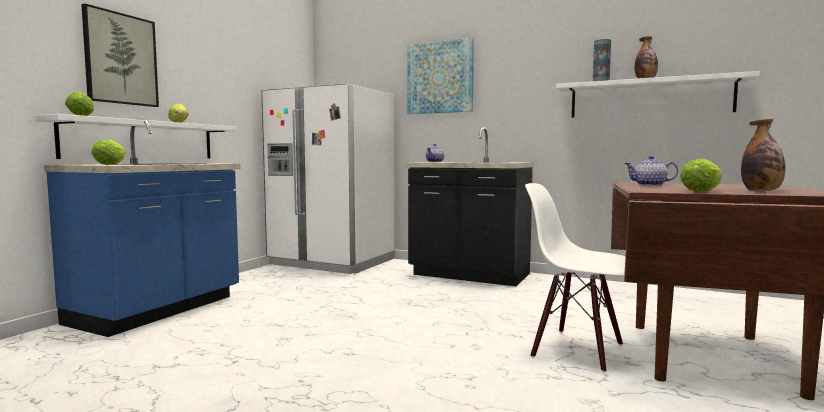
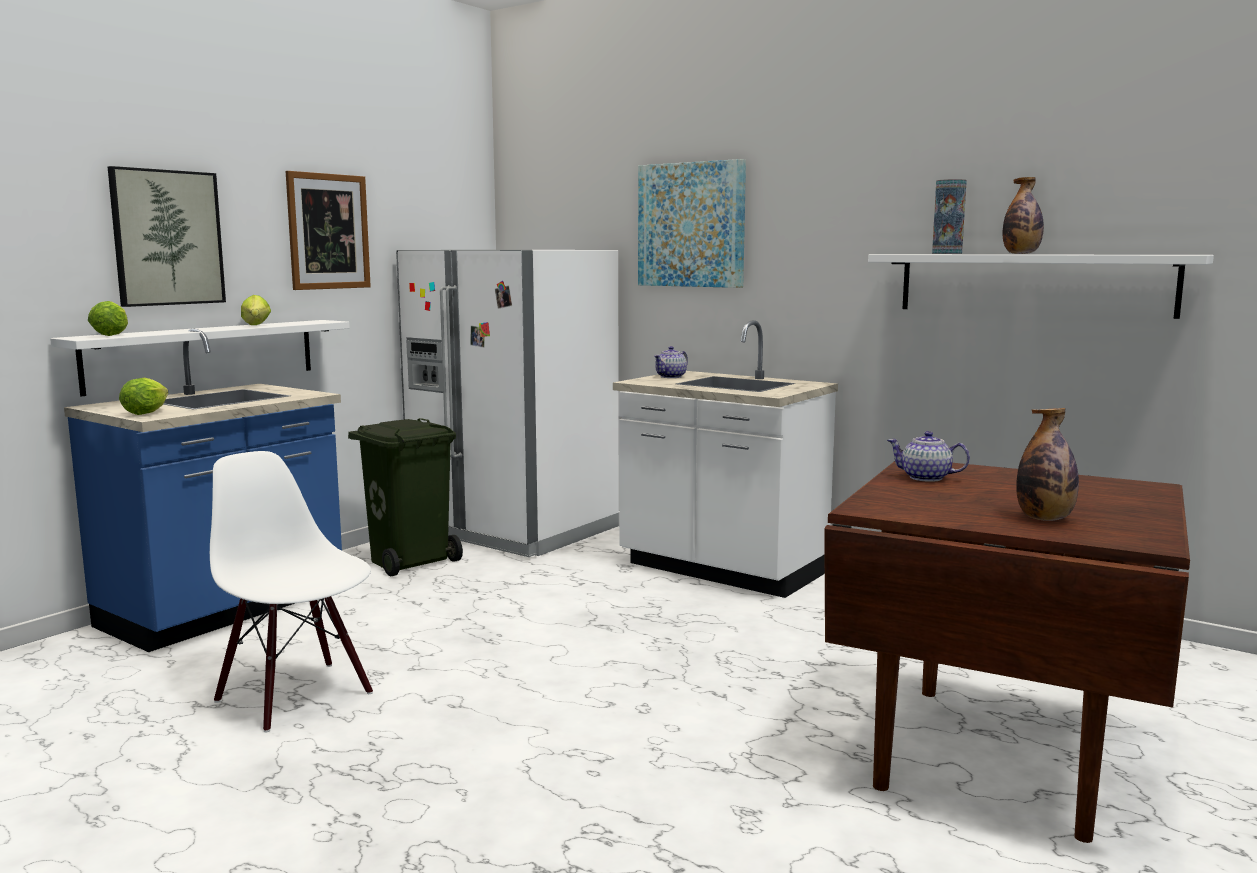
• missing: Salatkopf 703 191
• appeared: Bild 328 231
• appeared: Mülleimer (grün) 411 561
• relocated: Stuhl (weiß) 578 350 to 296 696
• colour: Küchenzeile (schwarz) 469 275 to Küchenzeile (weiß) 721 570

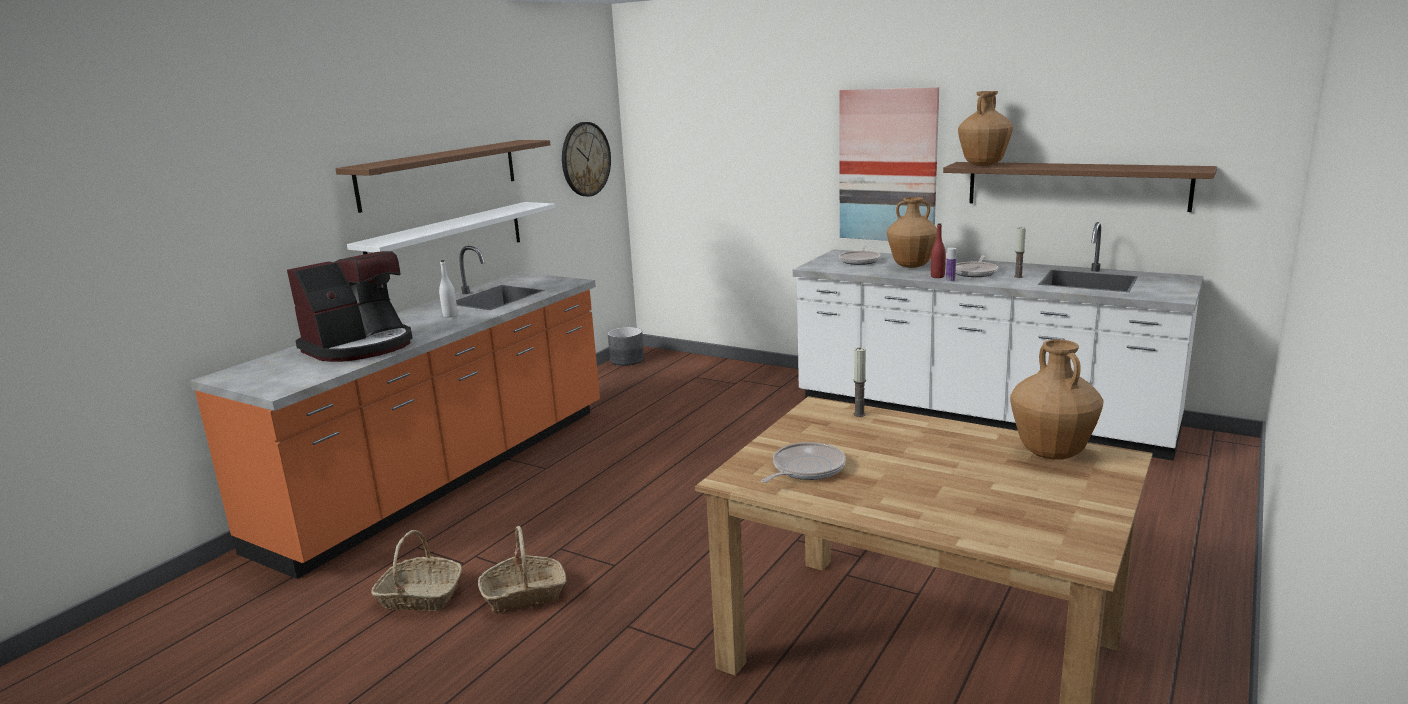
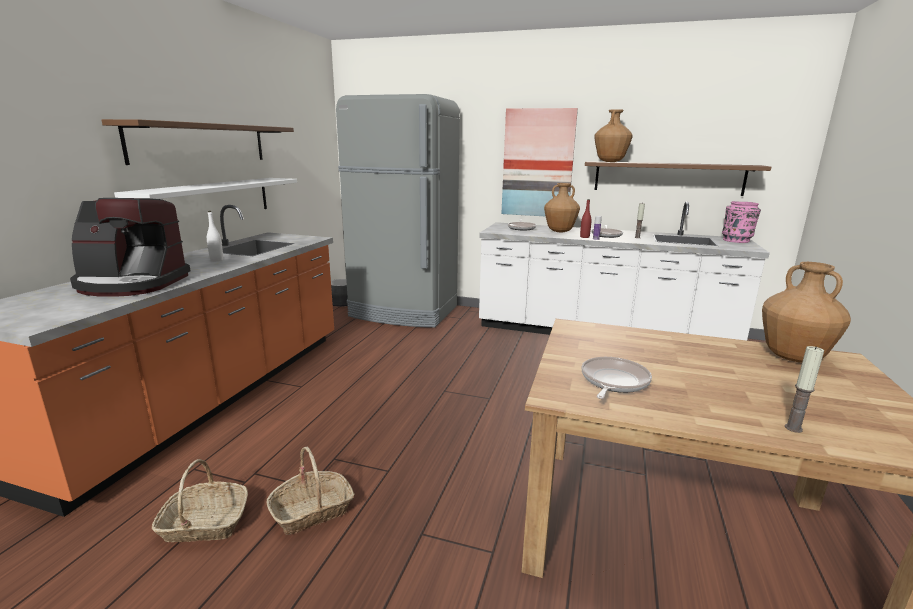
• missing: Wanduhr 585 159
• appeared: Kühlschrank (grau) 404 312
• appeared: Vase (rosa) 736 240
• relocated: Kerze 859 414 to 793 428
• spun: Kaffeemaschine 360 346 = 131 284 60 degrees clockwise

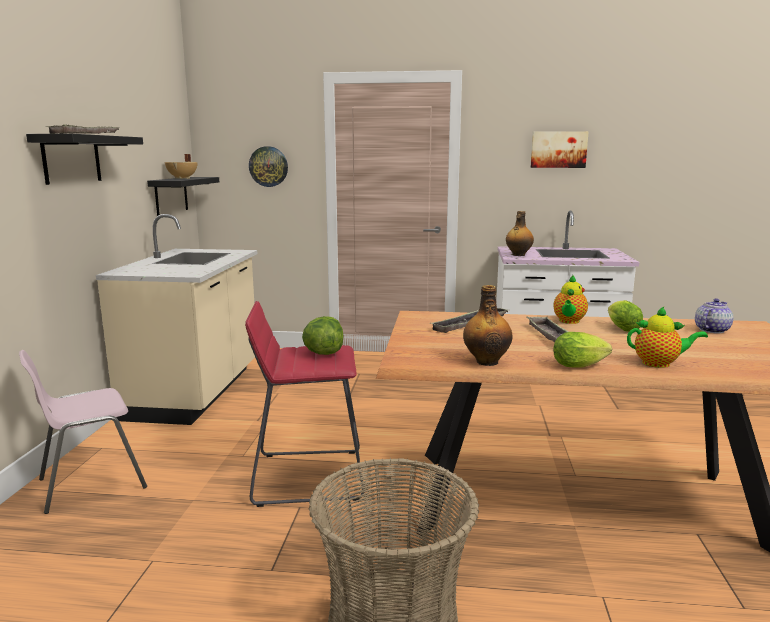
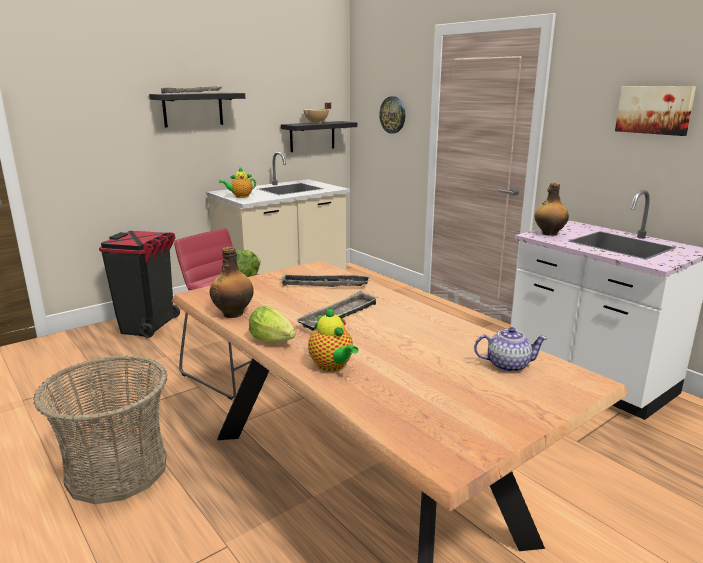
• missing: Salatkopf 620 328
• relocated: Teekanne 568 321 to 240 197
• exchanged: Stuhl (rosa) 90 483 to Mülleimer (schwarz) 149 326

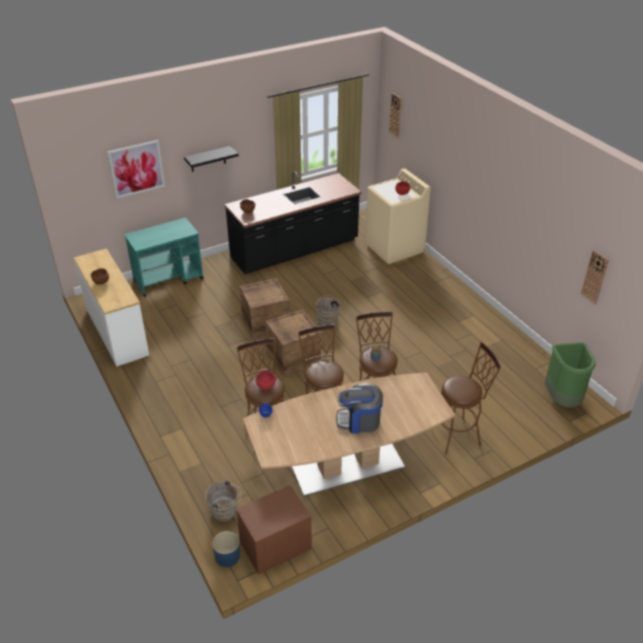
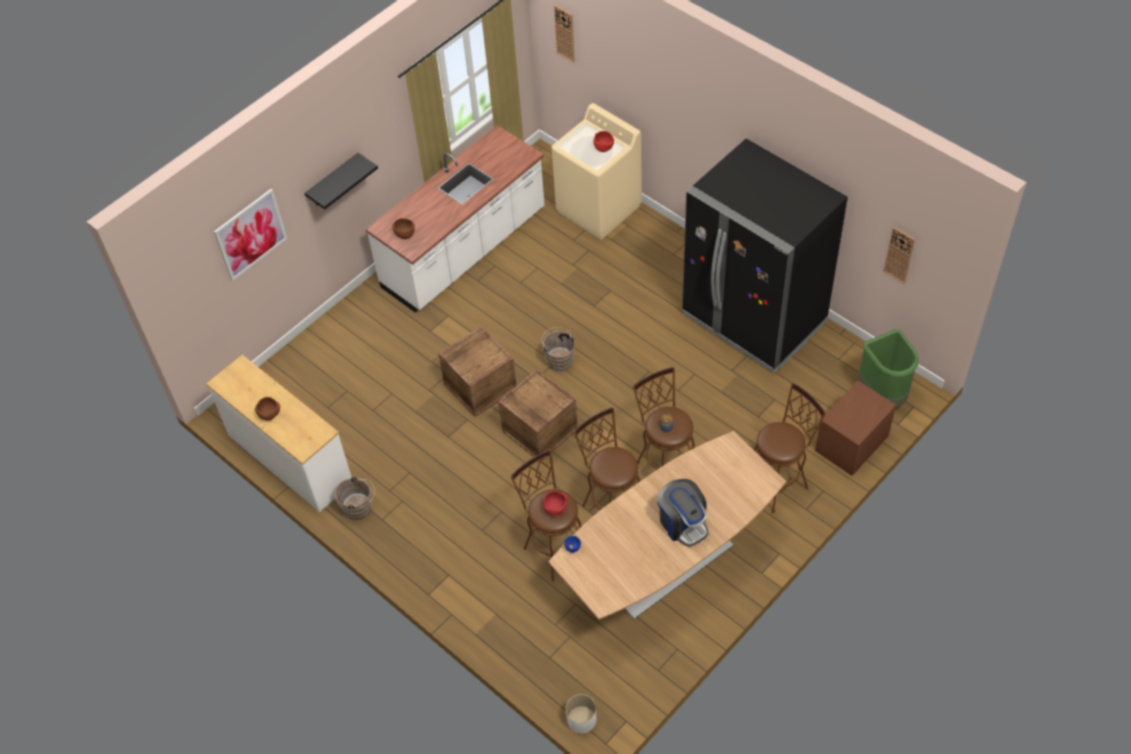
• missing: Rollwagen (türkis) 169 279
• appeared: Kühlschrank (schwarz) 753 319
• relocated: Eimer (braun) 225 512 to 360 508
• relocated: Nachttisch (braun) 275 545 to 851 443
• colour: Pflanzkübel (blau) 227 556 to Pflanzkübel (weiß) 581 719
• colour: Küchenzeile (schwarz) 295 250 to Küchenzeile (weiß) 465 250
• spun: Kaffeemaschine 359 421 = 683 523 105 degrees counterclockwise

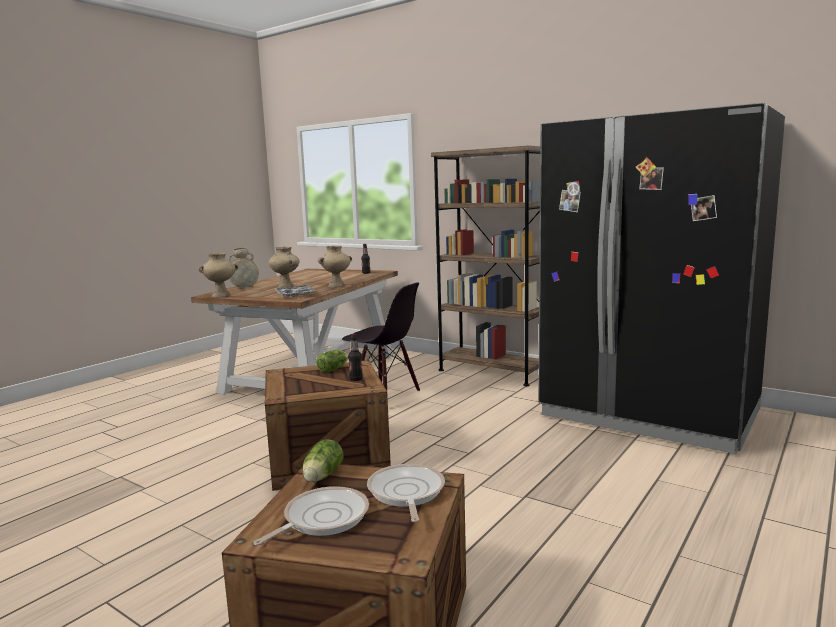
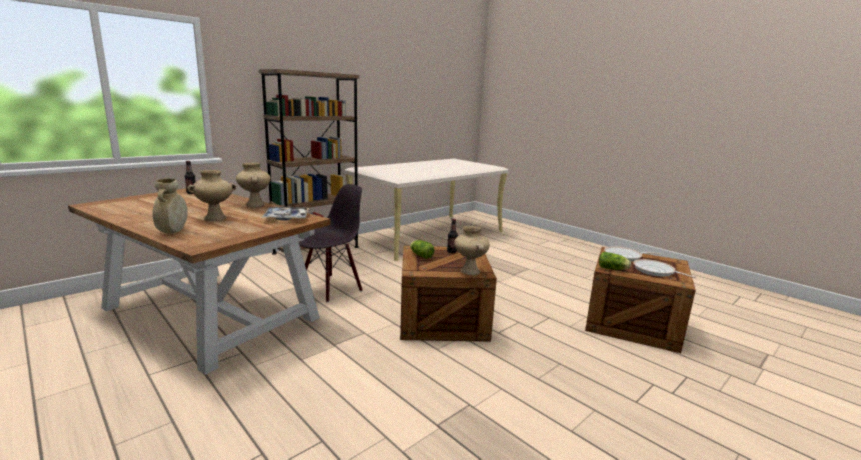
• relocated: Vase (beige) 221 295 to 469 271
• exchanged: Kühlschrank (schwarz) 649 413 to Schreibtisch (beige) 428 234

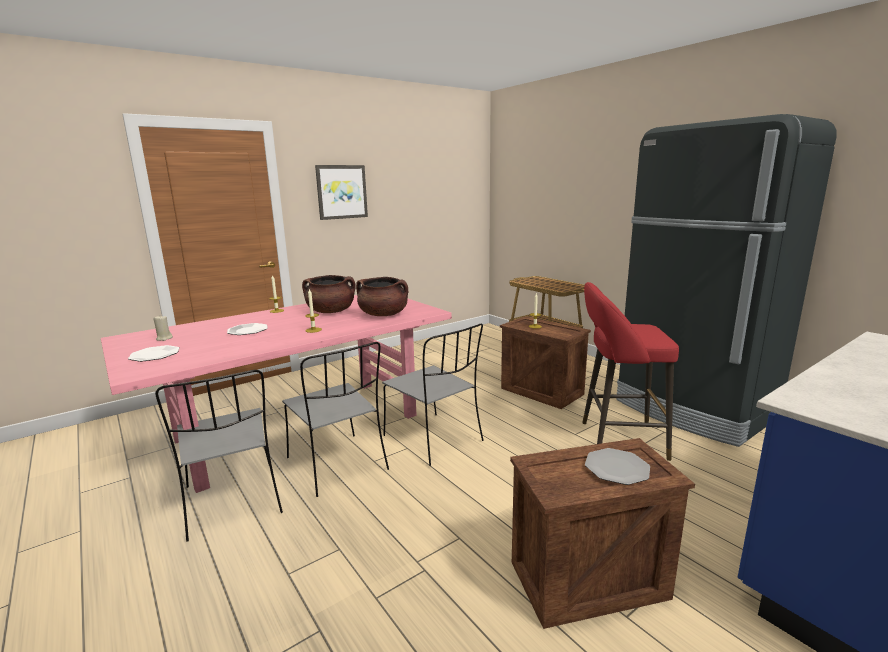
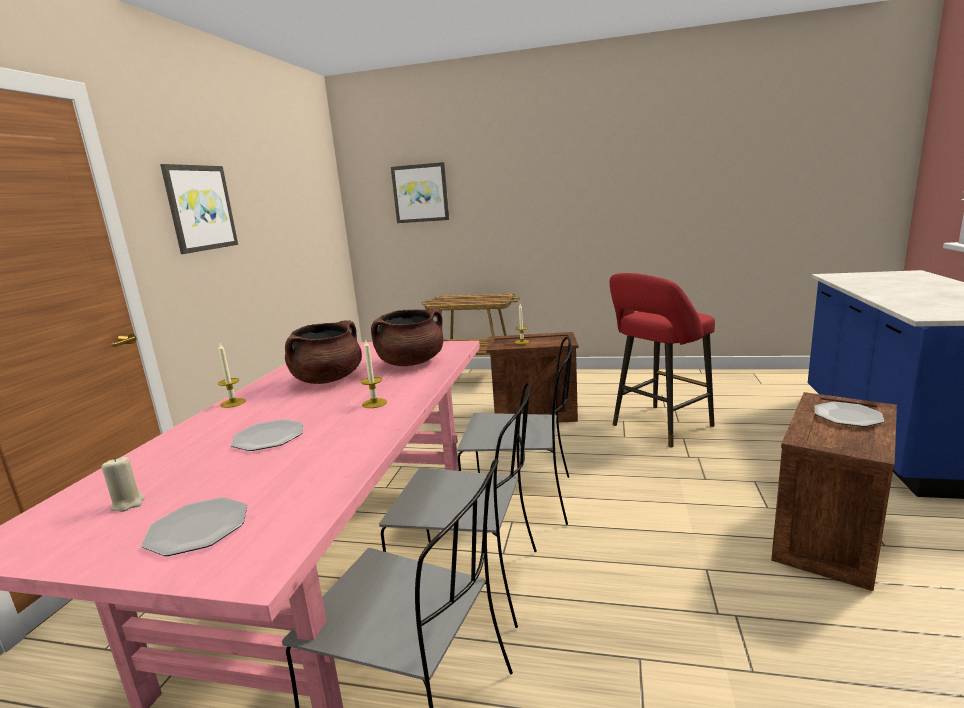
• missing: Kühlschrank (schwarz) 694 409
• appeared: Bild 420 193

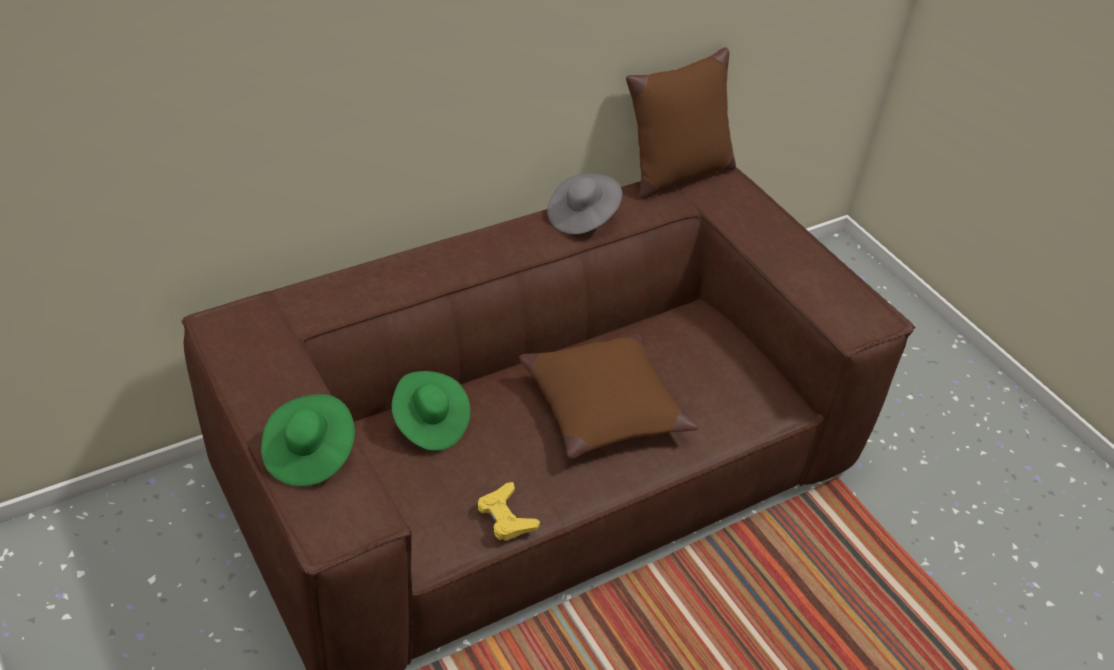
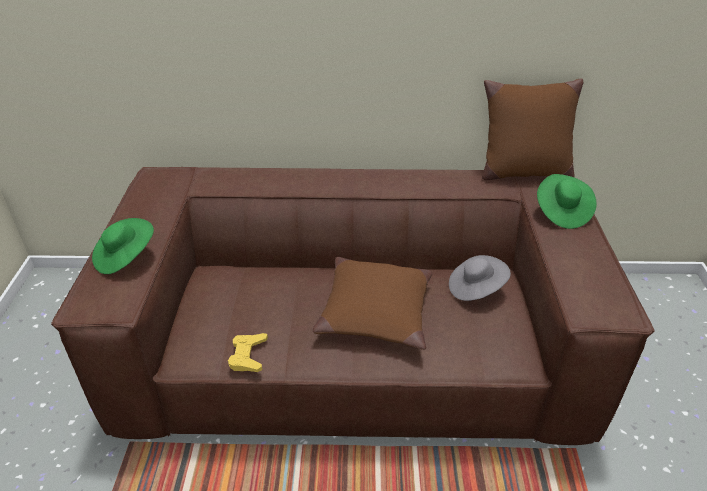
• relocated: Hut (grün) 430 423 to 561 212
• relocated: Hut (grau) 582 217 to 475 289

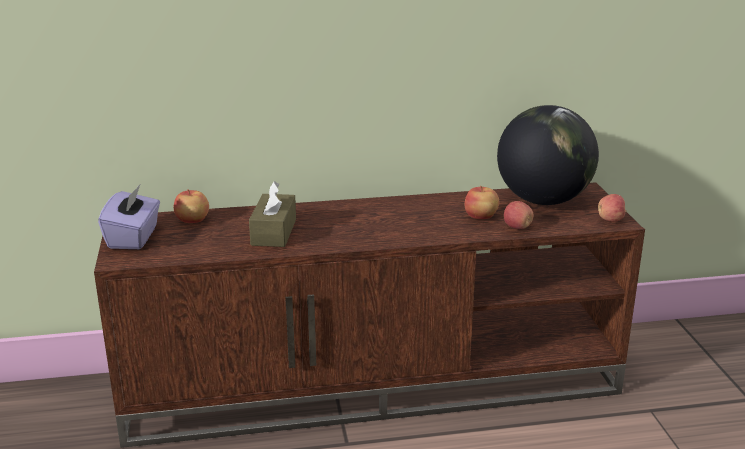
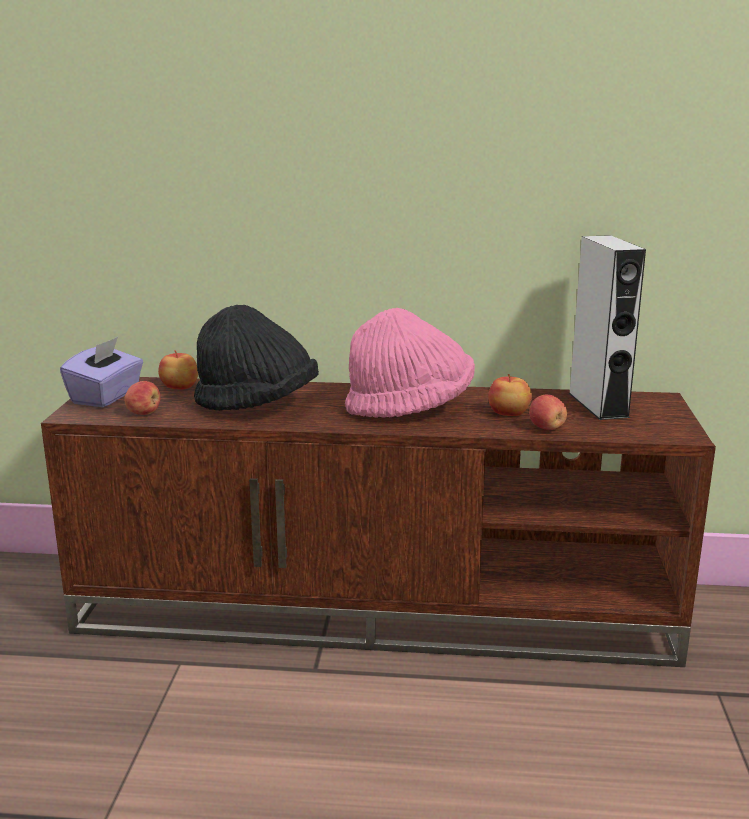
• appeared: Hut (rosa) 409 408
• relocated: Apfel 611 220 to 144 413
• exchanged: Taschentuchbox (braun) 274 232 to Hut (schwarz) 257 406
• exchanged: Globus 543 200 to Lautsprecher (grau) 598 405

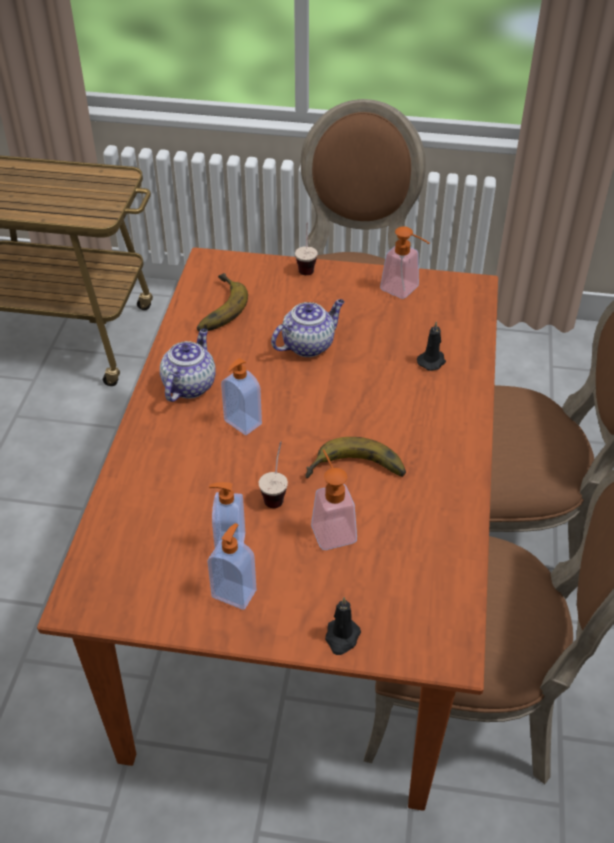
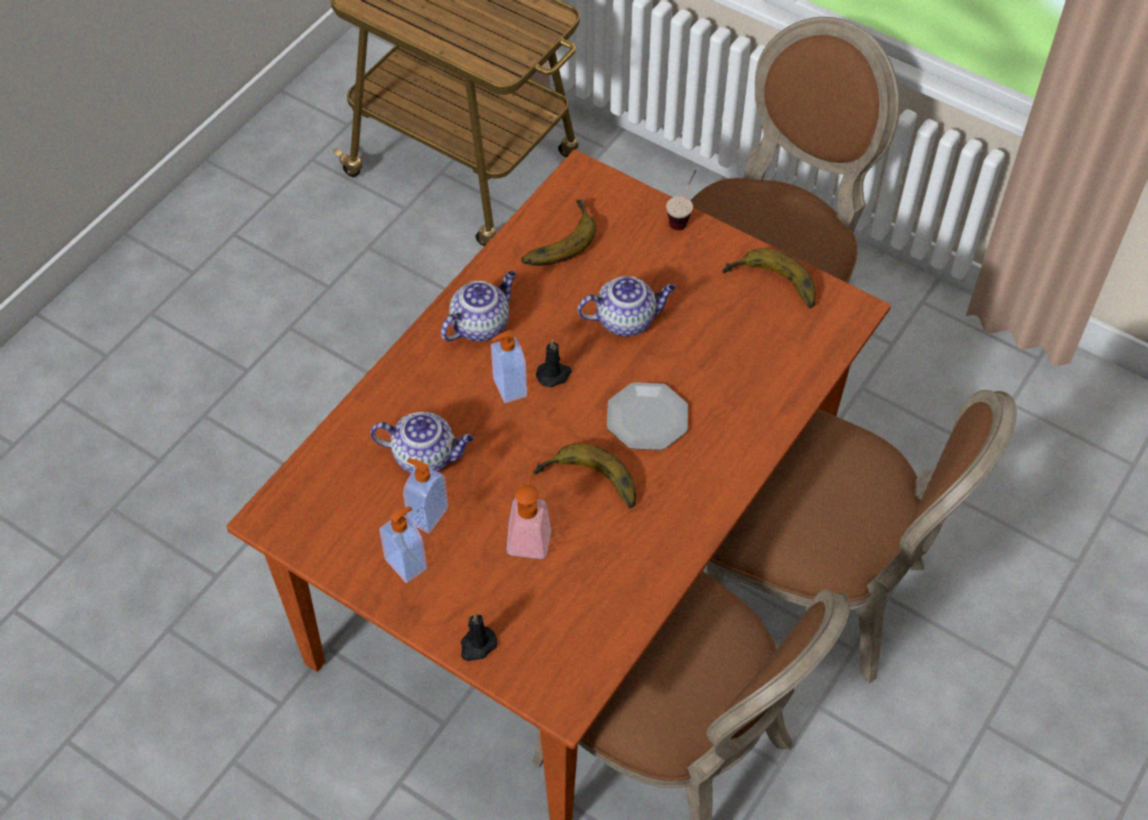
• missing: Tasse 276 492
• appeared: Teekanne 426 456
• appeared: Teller 648 418
• relocated: Kerze (schwarz) 432 361 to 554 375
• exchanged: Seifenspender 405 291 to Banane 771 288

